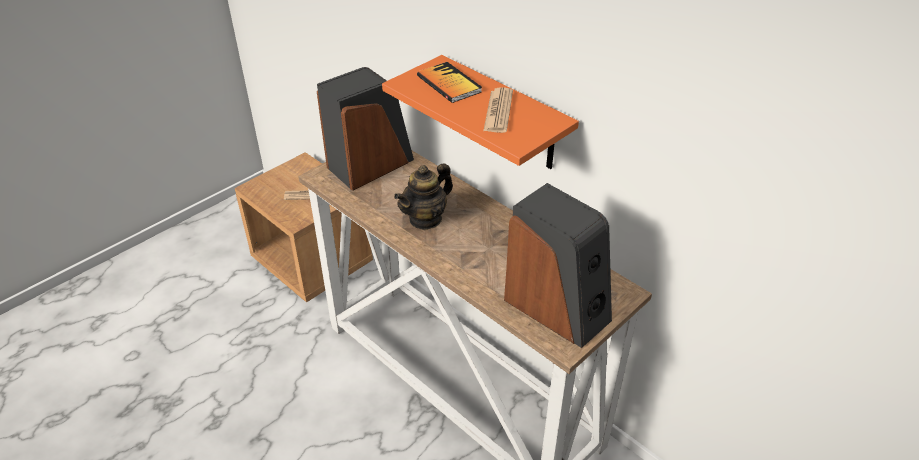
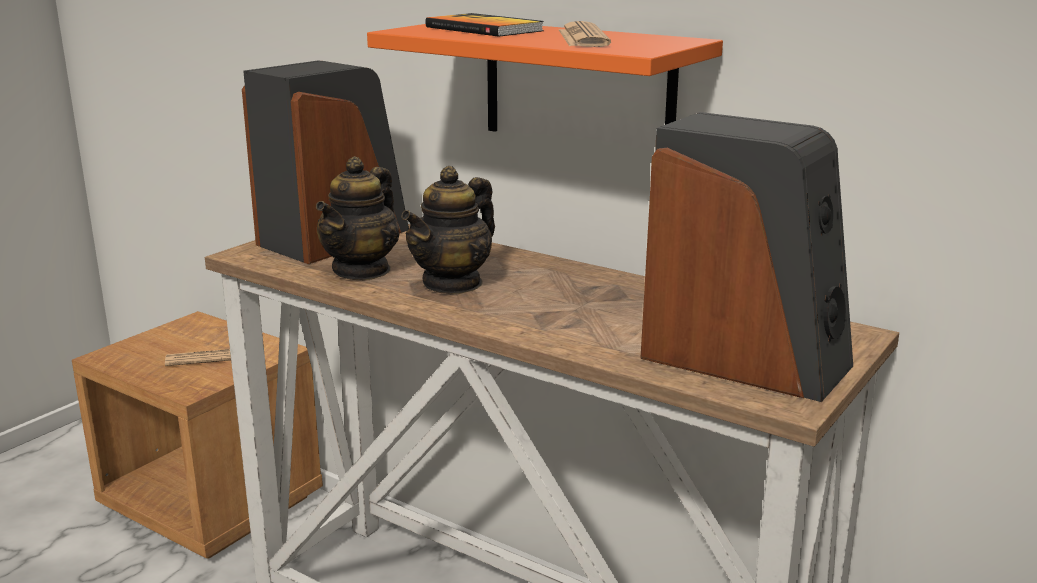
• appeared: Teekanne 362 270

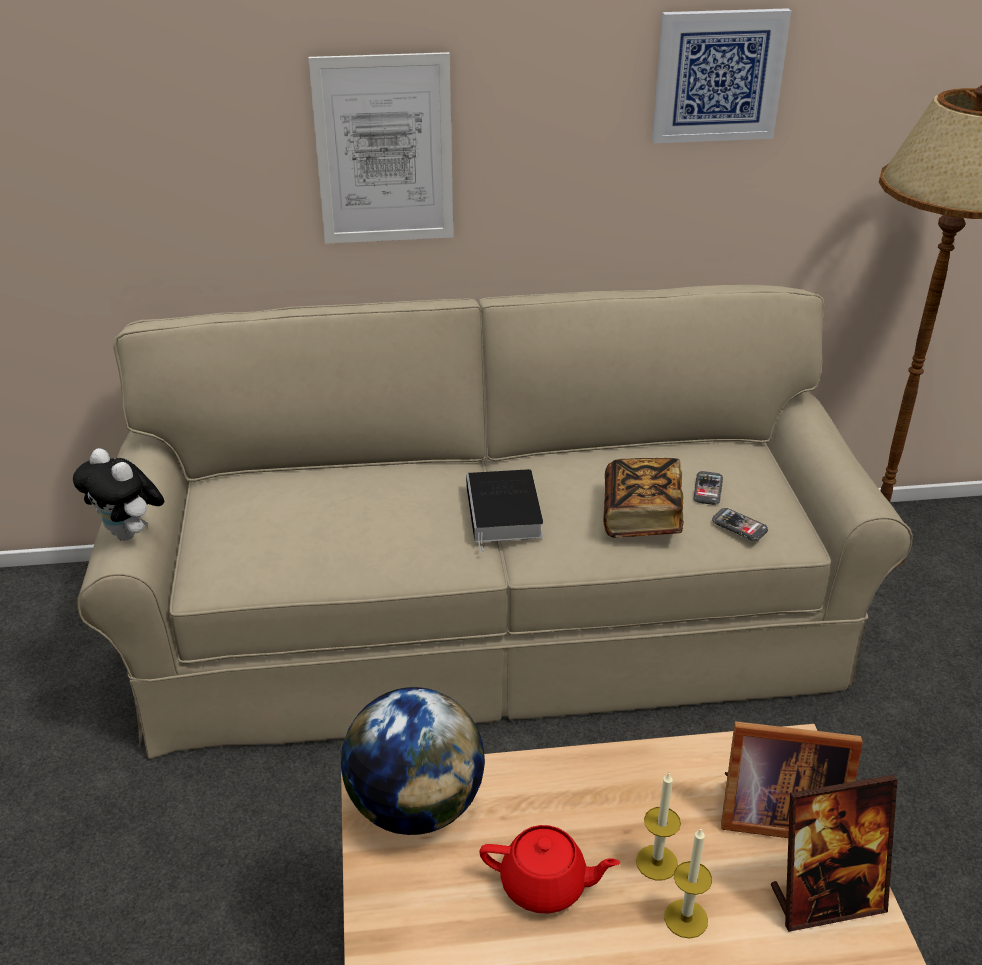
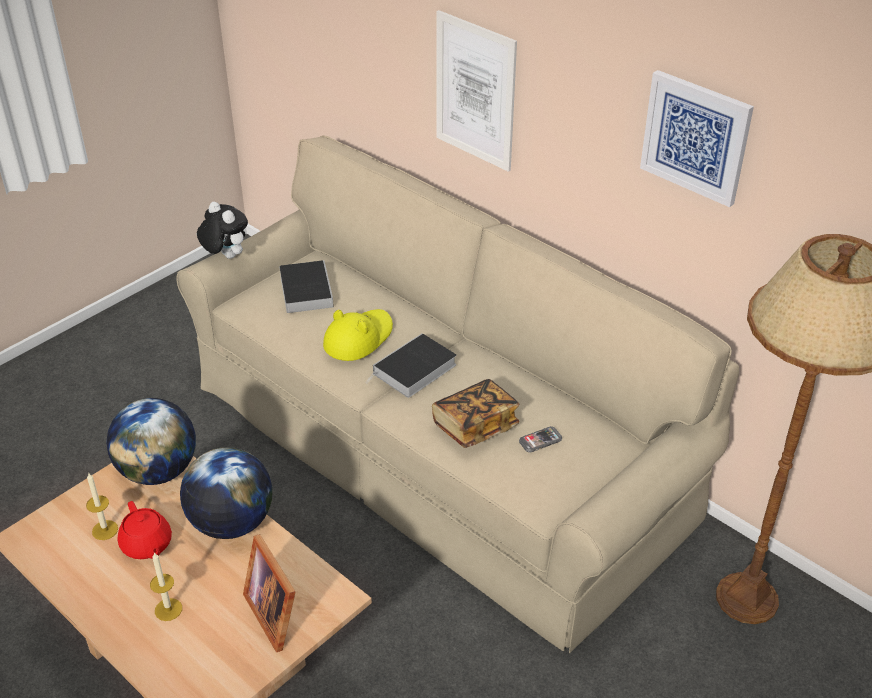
• missing: Handy 739 526
• missing: Bilderrahmen 826 900
• appeared: Globus 231 523
• appeared: Buch 305 289
• appeared: Hut (gelb) 358 338
• relocated: Kerze 656 862 to 105 530
• spun: Plüschtier 130 534 = 225 256 135 degrees clockwise

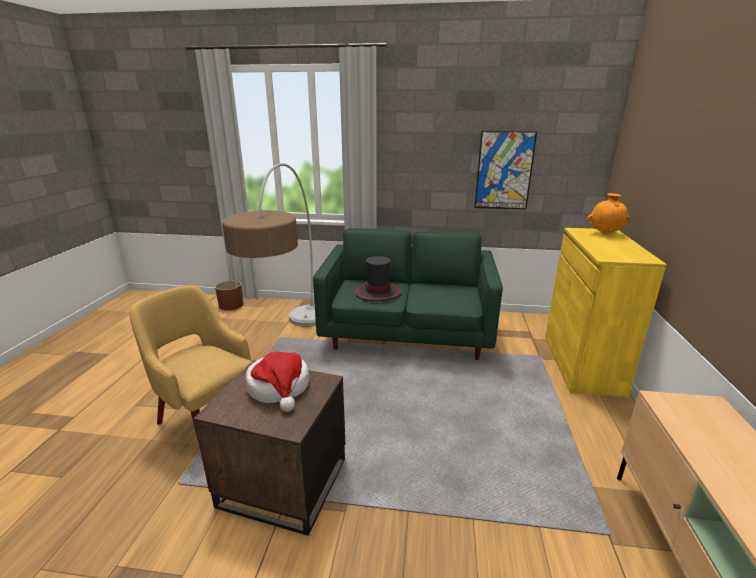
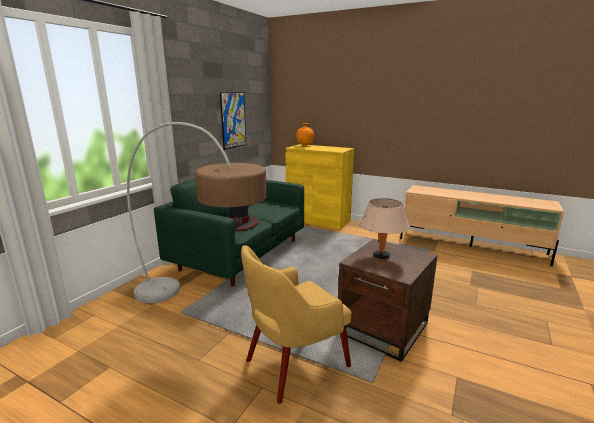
• missing: Pflanzkübel (braun) 231 305
• exchanged: Hut 279 388 to Tischlampe (beige) 381 256

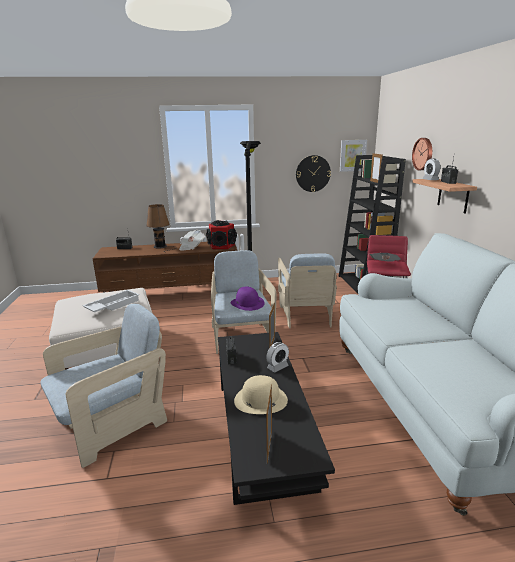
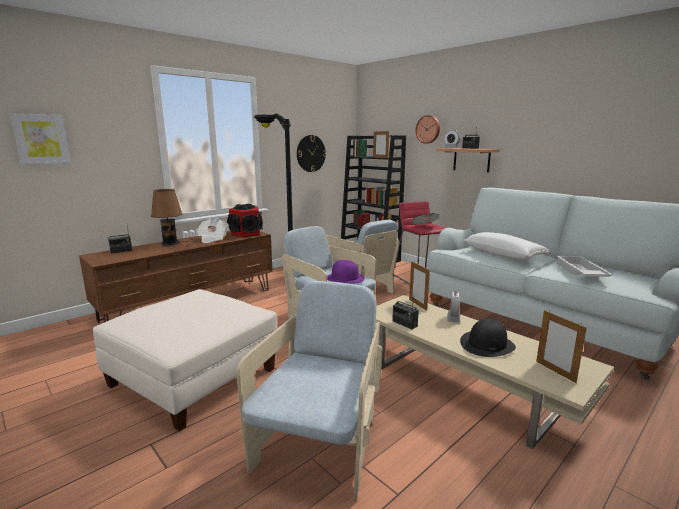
• appeared: Kissen (weiß) 503 255
• relocated: Tablett (weiß) 112 305 to 579 272
• relocated: Bild 352 155 to 41 139
• colour: Couchtisch (schwarz) 263 432 to Couchtisch (beige) 465 386
• colour: Hut (beige) 260 400 to Hut (schwarz) 487 344

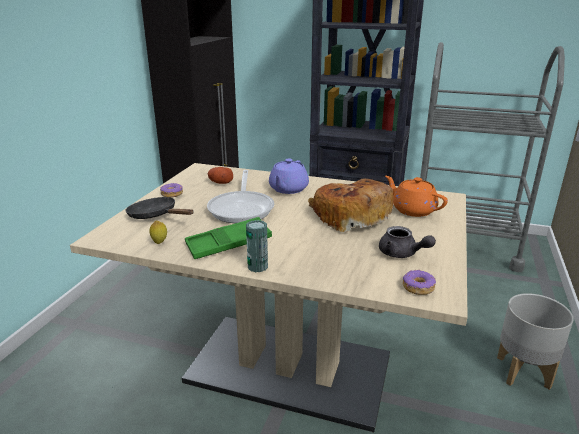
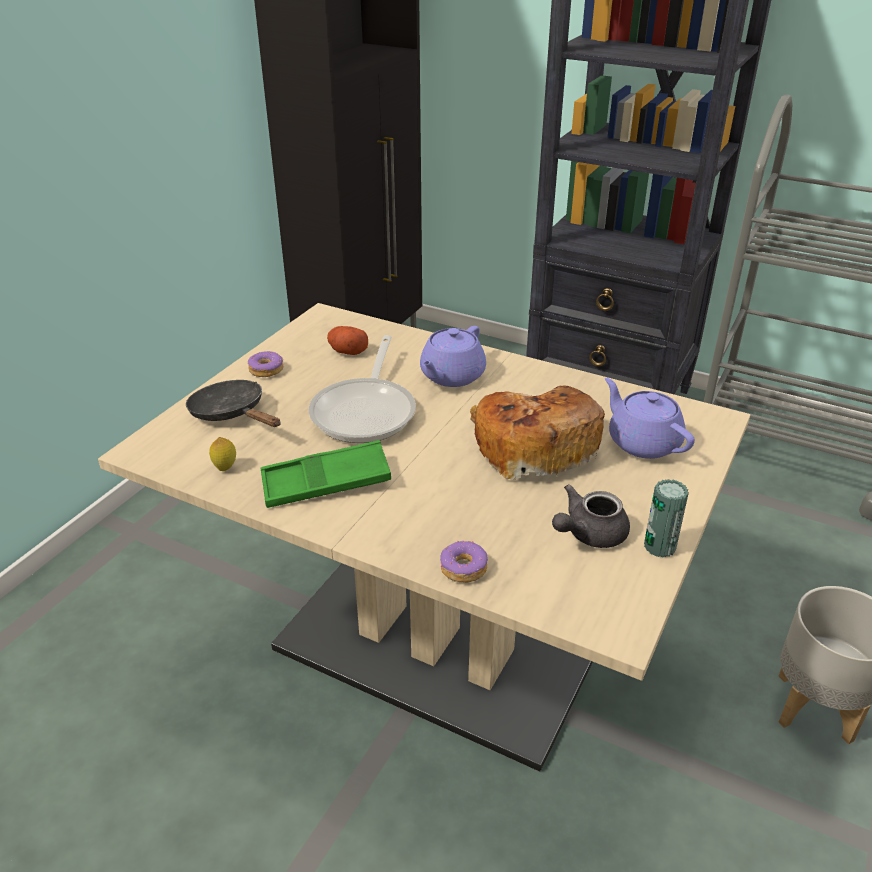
• relocated: Dose 257 267 to 659 546
• relocated: Donut 418 287 to 463 568
• colour: Teekanne (orange) 412 210 to Teekanne (lila) 642 442
• spun: Teekanne (grau) 402 254 = 588 534 90 degrees clockwise

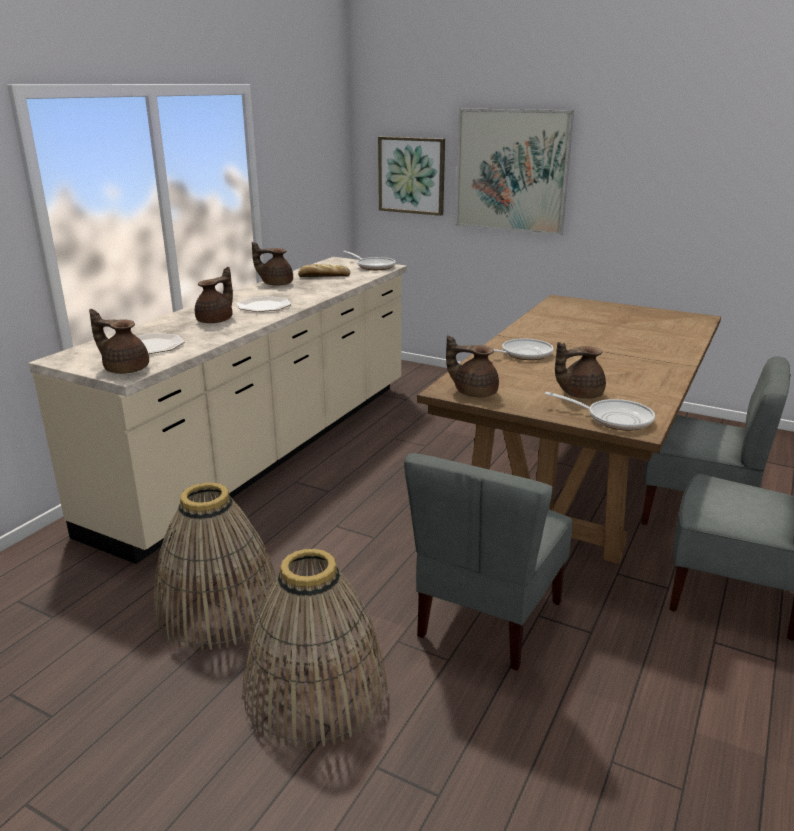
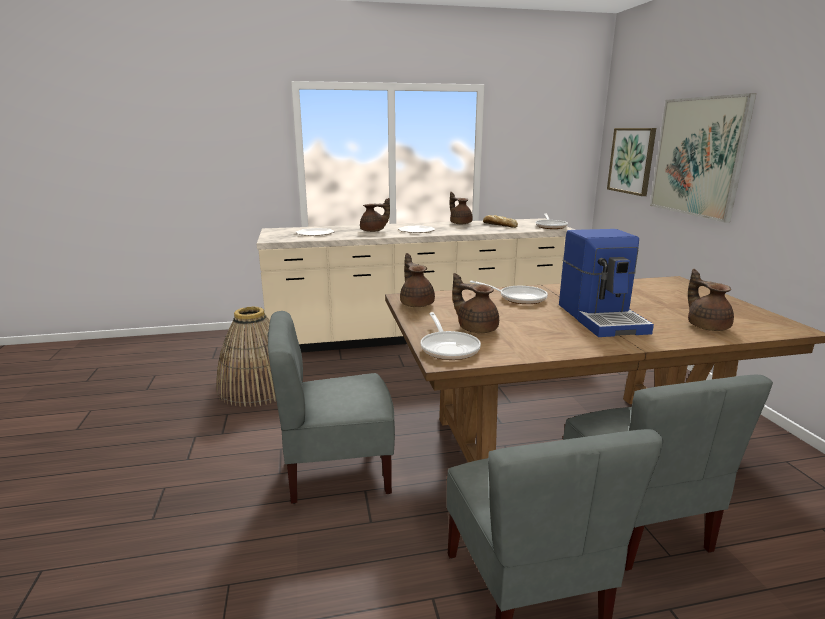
• missing: Korb 316 689
• appeared: Kaffeemaschine 602 318
• relocated: Teekanne (braun) 125 369 to 706 326

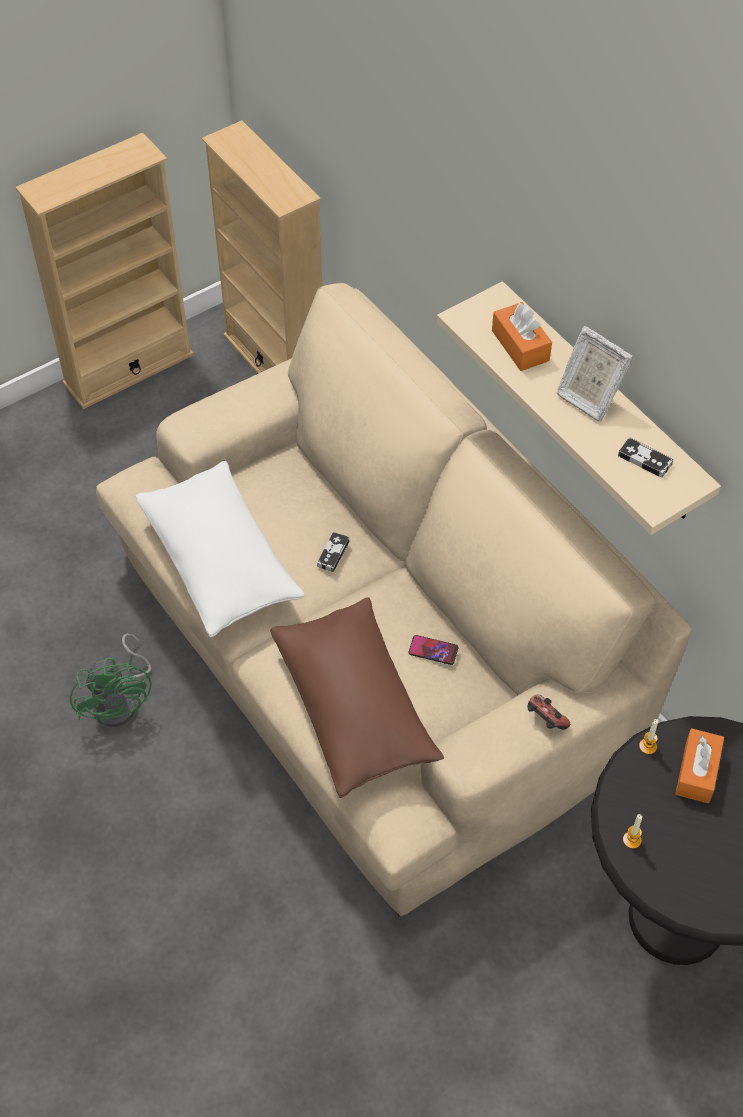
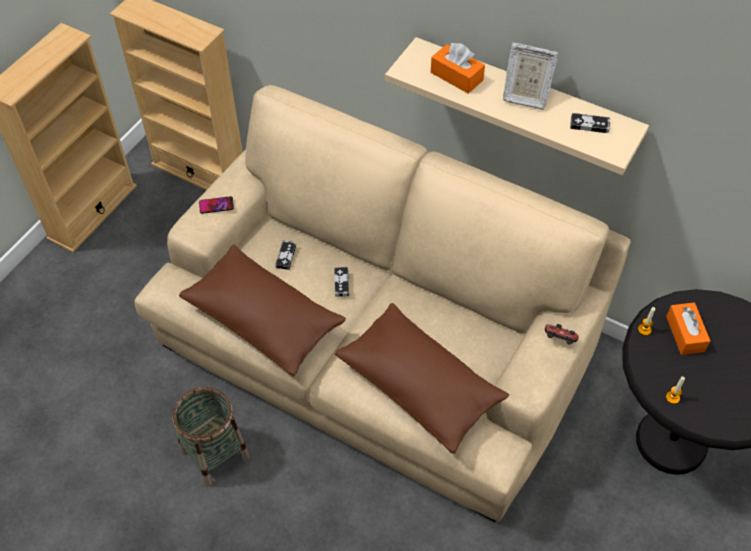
• appeared: Gamepad 286 256
• relocated: Handy 433 650 to 216 205
• exchanged: Ventilator (grün) 121 701 to Korb 215 454
• colour: Kissen (weiß) 220 562 to Kissen (braun) 264 320

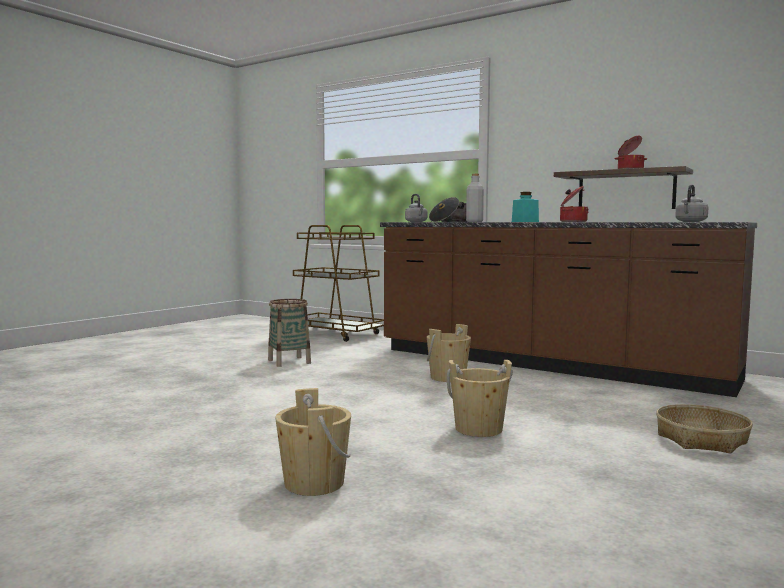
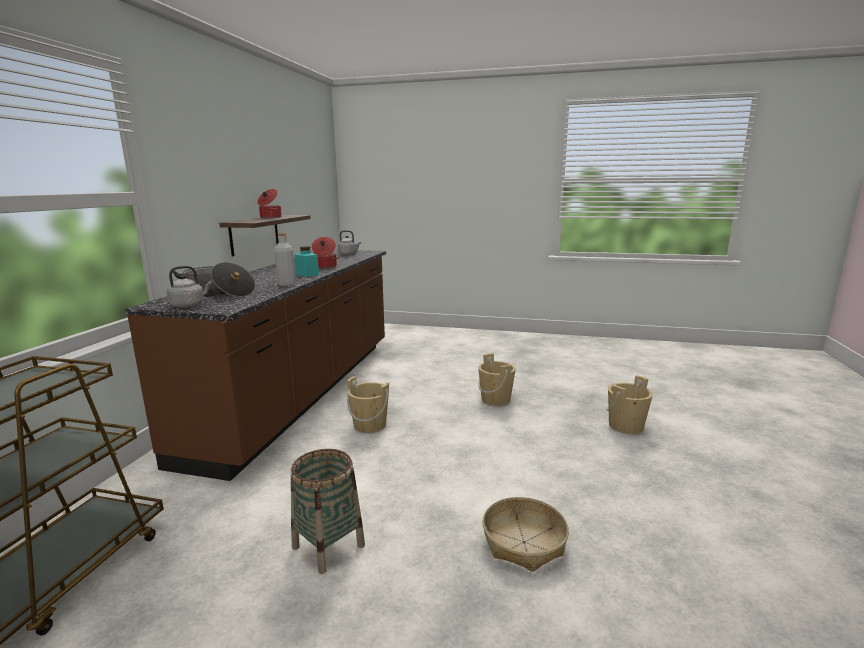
• relocated: Korb 701 439 to 523 542

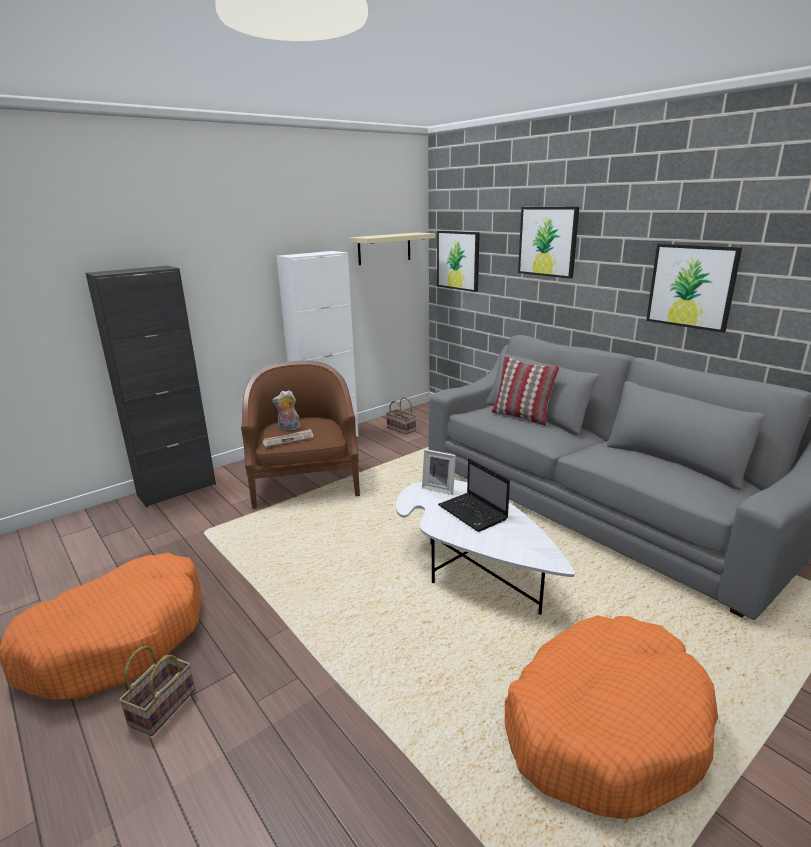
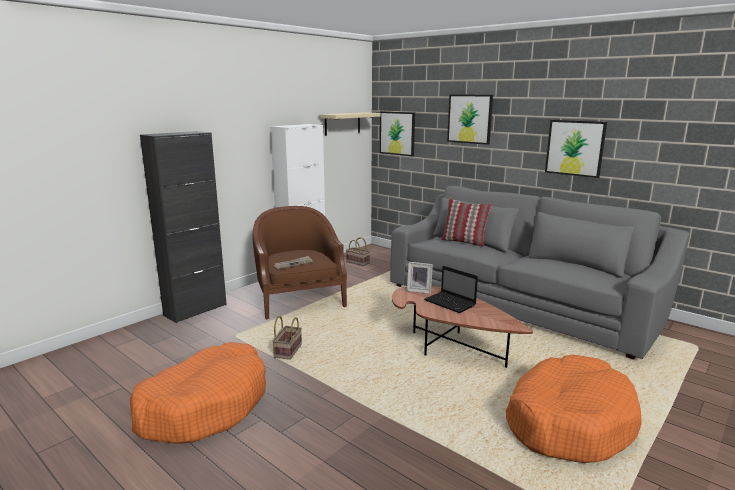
• missing: Plüschtier 288 428
• relocated: Korb 162 705 to 287 351
• colour: Couchtisch (weiß) 472 570 to Couchtisch (braun) 449 346

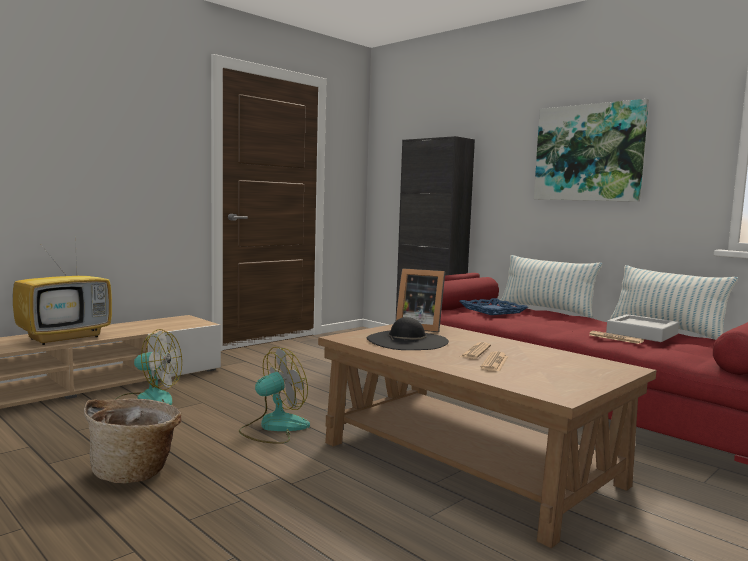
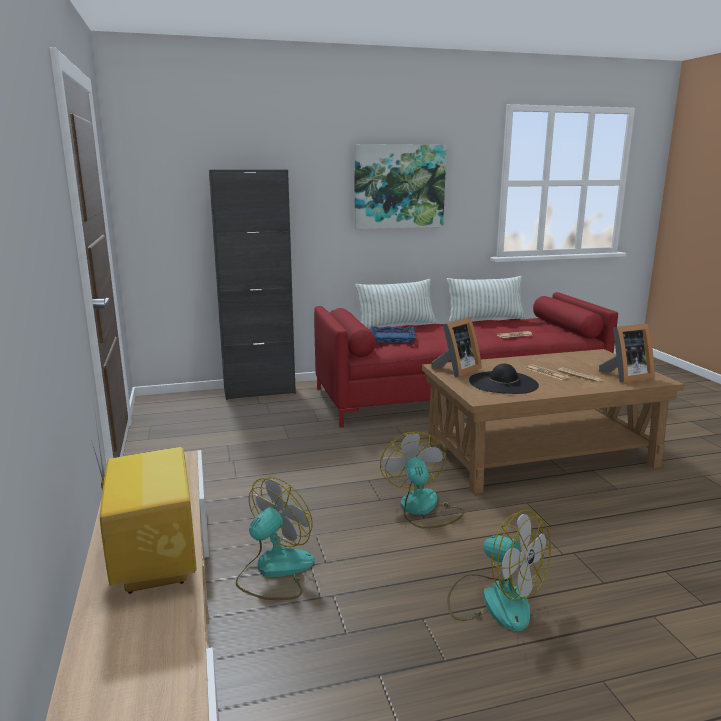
• missing: Tablett (grau) 642 333
• appeared: Bilderrahmen 625 376
• exchanged: Korb 135 471 to Ventilator 494 600

